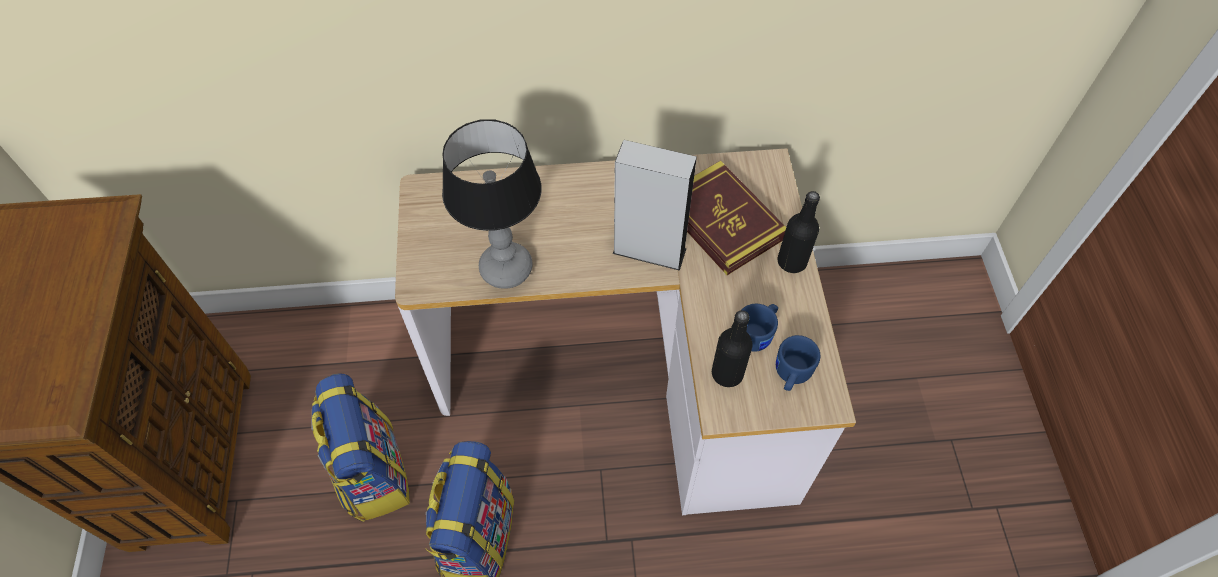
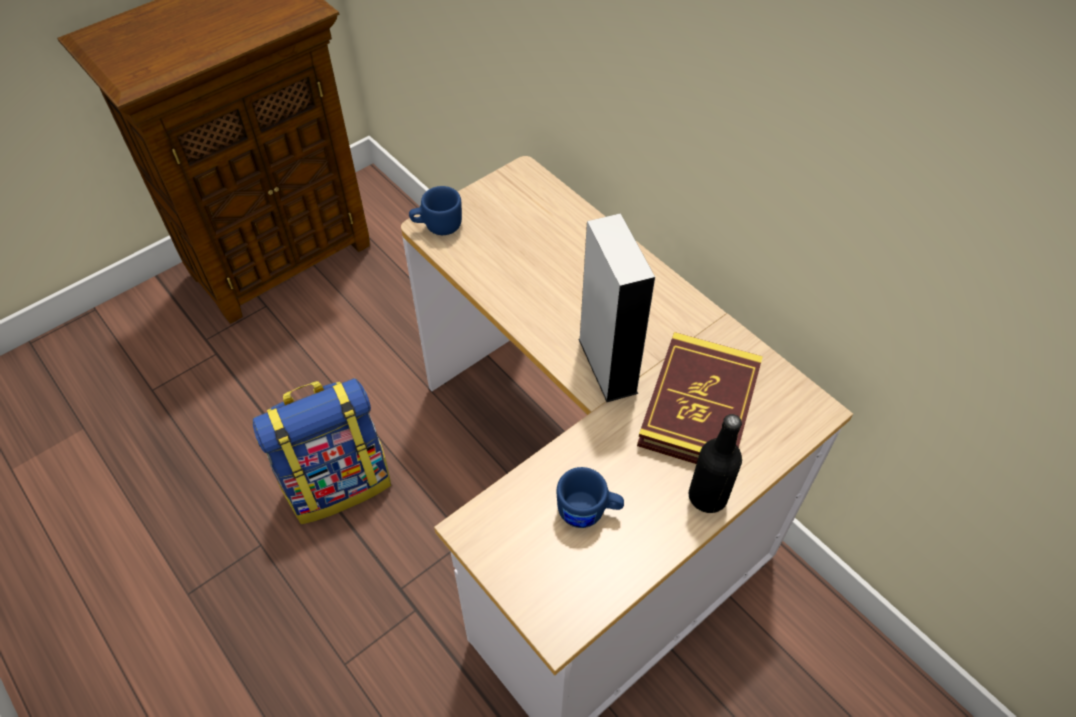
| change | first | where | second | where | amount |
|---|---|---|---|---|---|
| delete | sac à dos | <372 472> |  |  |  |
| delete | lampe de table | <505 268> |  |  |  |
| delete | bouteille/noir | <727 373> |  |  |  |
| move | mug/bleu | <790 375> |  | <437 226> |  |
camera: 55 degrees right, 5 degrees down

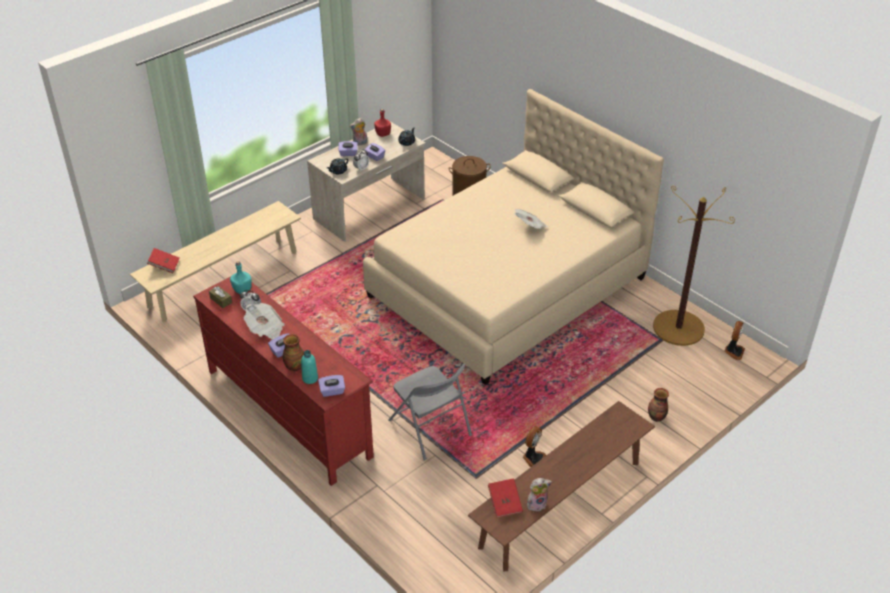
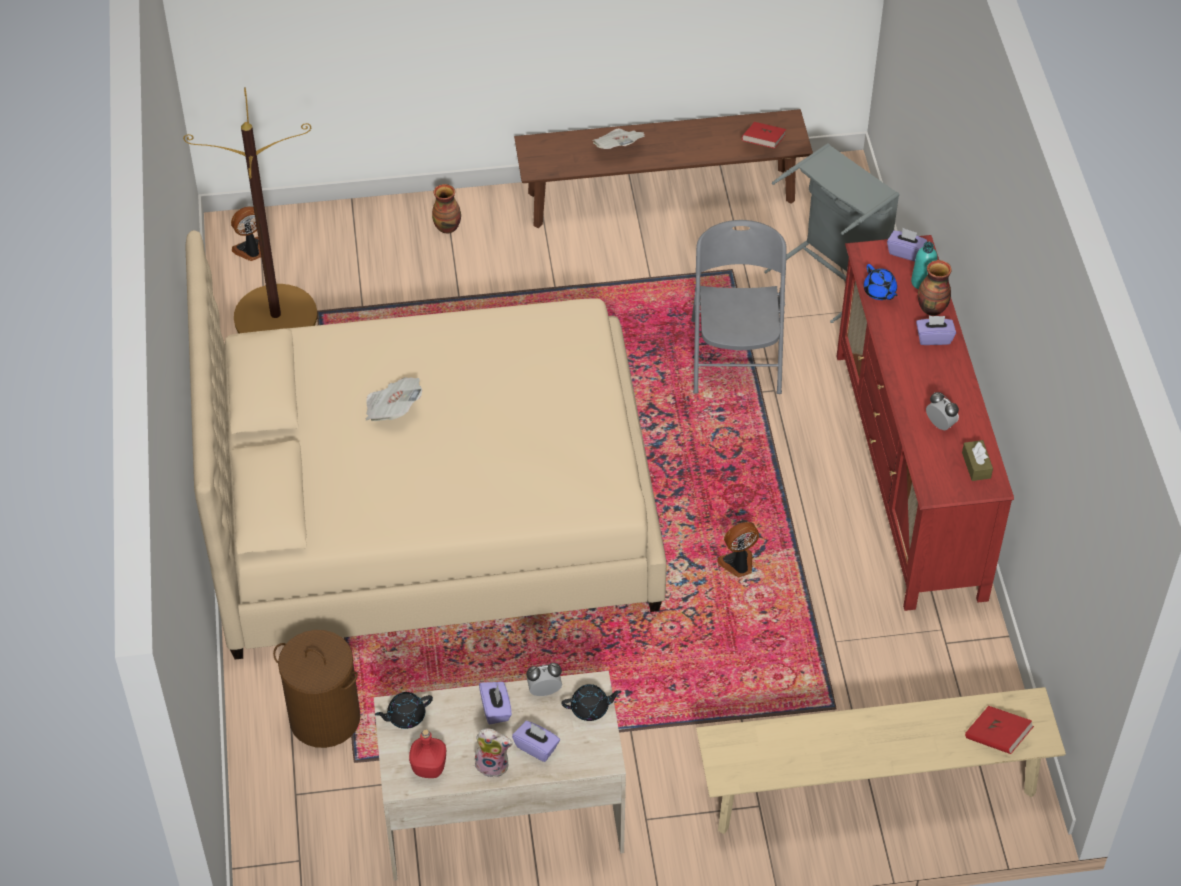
| change | first | where | second | where | amount |
|---|---|---|---|---|---|
| delete | bouteille/turquoise | <242 289> |  |  |  |
| move | journal | <265 329> |  | <618 148> |  |
| move | ventilateur | <533 458> |  | <738 564> |  |
| delete | peluche | <537 504> |  |  |  |
| insert |  |  | panier à linge/gris | <833 273> |  |
| insert |  |  | théière/bleu | <879 292> |  |
camera: 145 degrees left, 10 degrees up

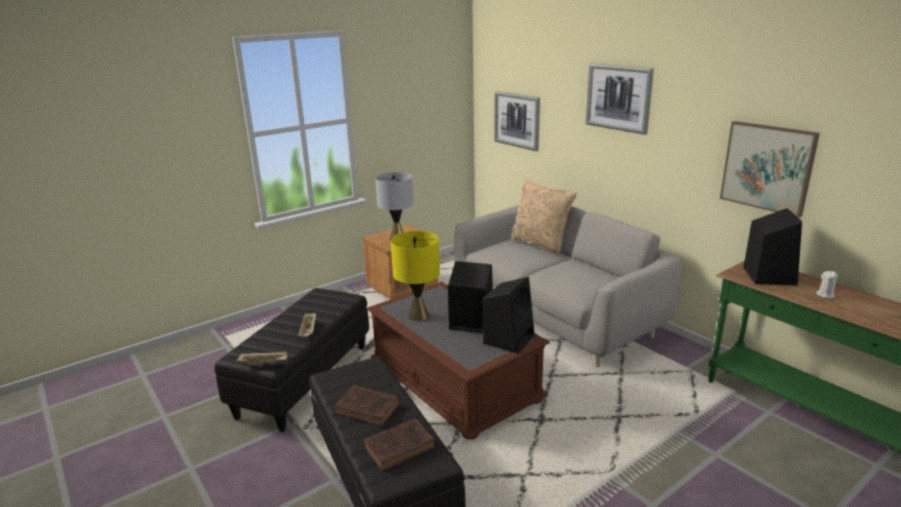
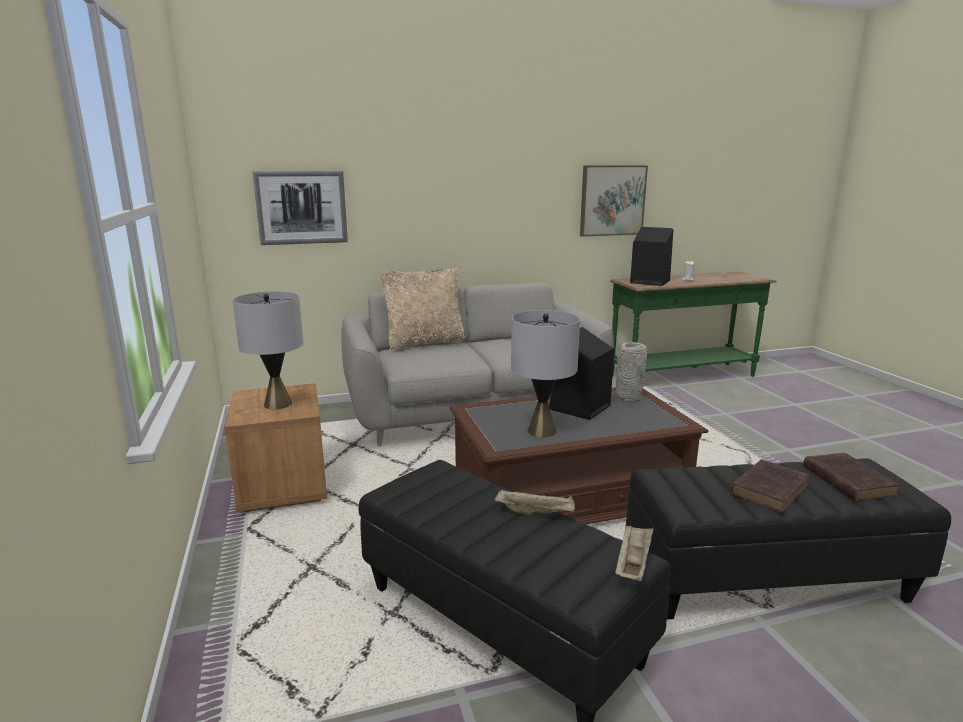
| change | first | where | second | where | amount |
|---|---|---|---|---|---|
| recolor | lampe de table/jaune | <418 316> | lampe de table/gris | <541 431> |  |
| replace | enceinte/noir | <509 339> | vase/gris | <627 398> |  |
| delete | tableau | <618 98> |  |  |  |
camera: 70 degrees left, 5 degrees down

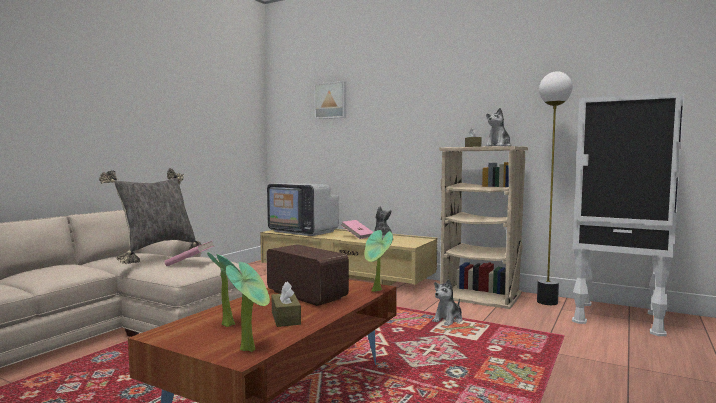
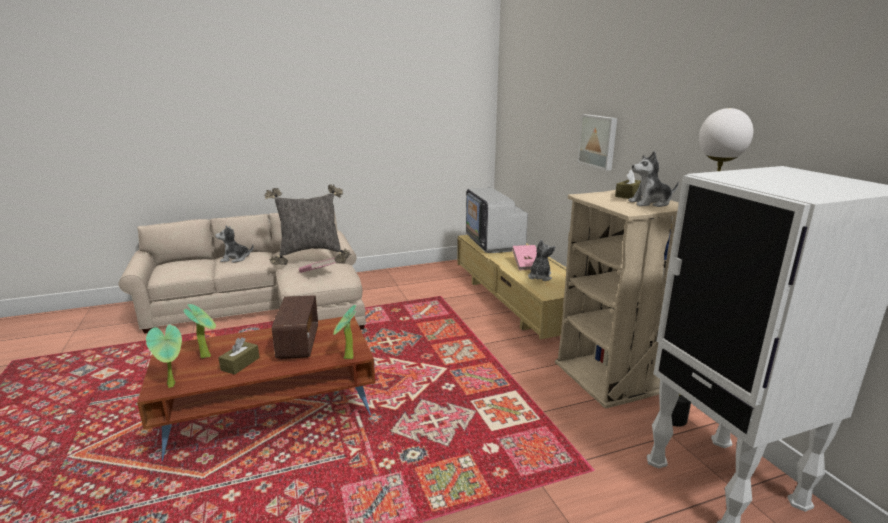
| change | first | where | second | where | amount |
|---|---|---|---|---|---|
| move | tableau | <331 100> |  | <598 141> |  |
| move | peluche | <448 320> |  | <235 259> |  |
camera: 40 degrees right, 15 degrees up

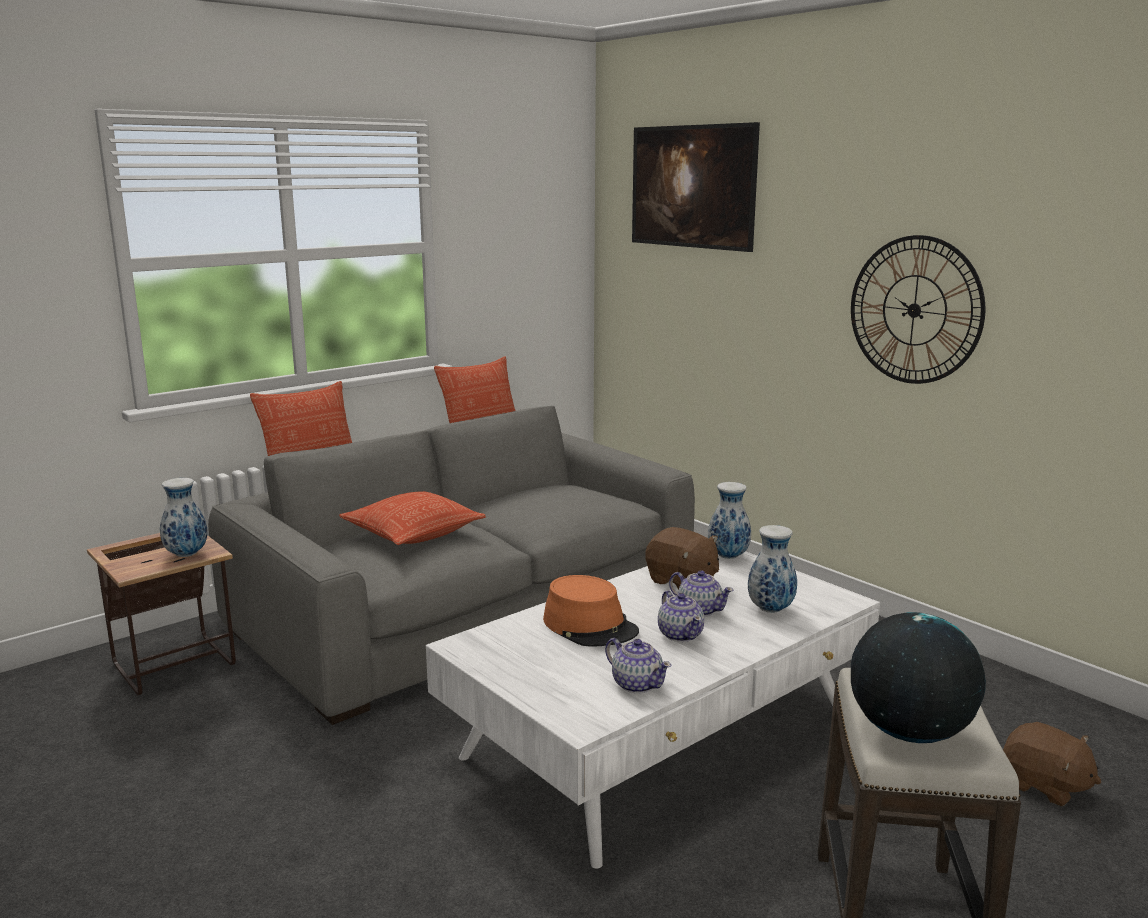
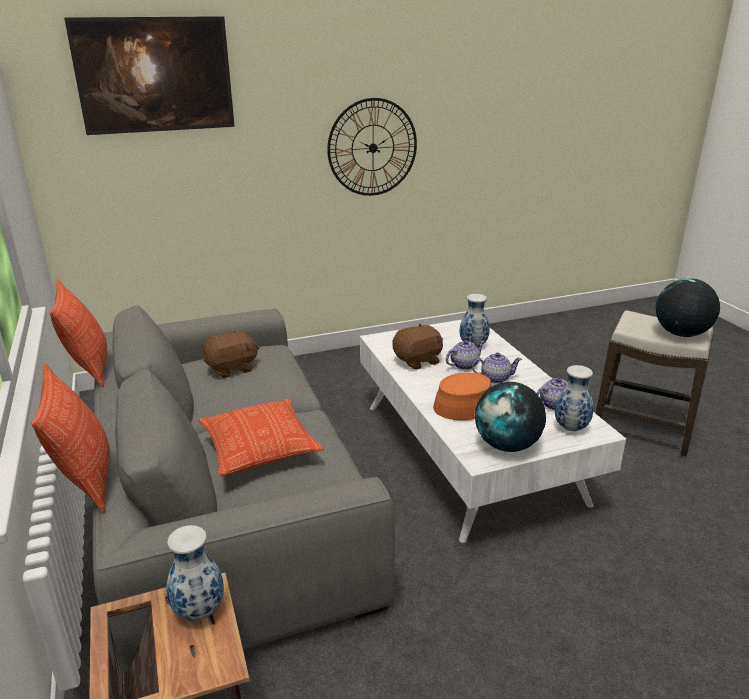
| change | first | where | second | where | amount |
|---|---|---|---|---|---|
| move | vase | <728 556> |  | <570 427> |  |
| move | peluche/marron | <1044 786> |  | <232 369> |  |
| insert |  |  | globe | <507 445> |  |
camera: 70 degrees left, 10 degrees up

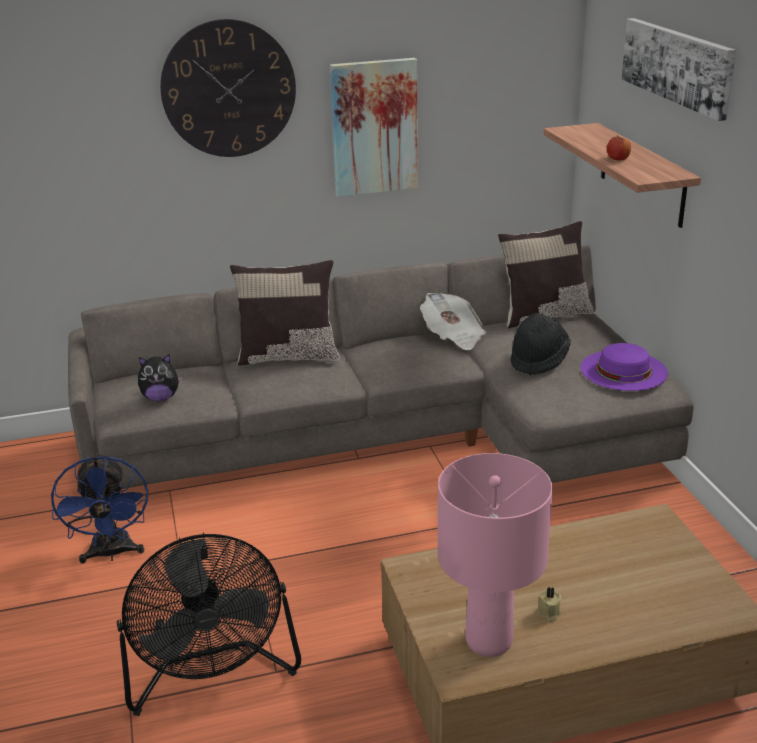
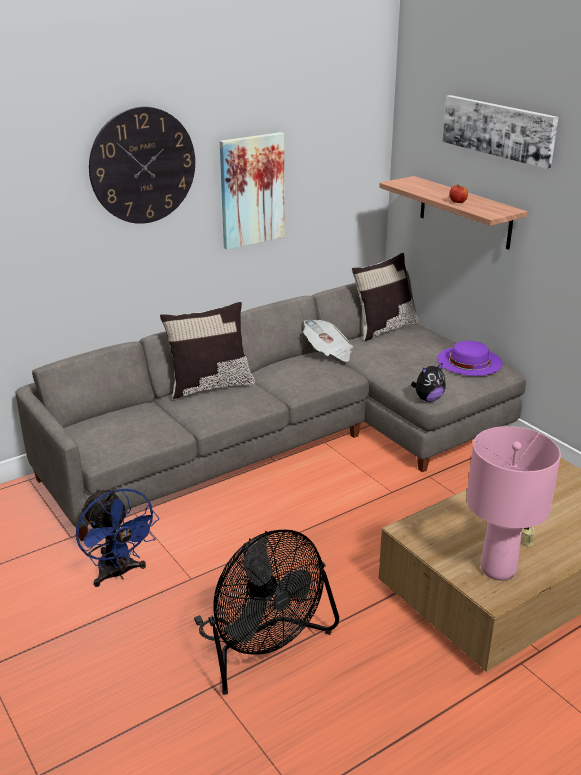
| change | first | where | second | where | amount |
|---|---|---|---|---|---|
| move | peluche | <161 398> |  | <428 399> |  |
| delete | chapeau/noir | <538 360> |  |  |  |
camera: 20 degrees left, 0 degrees up

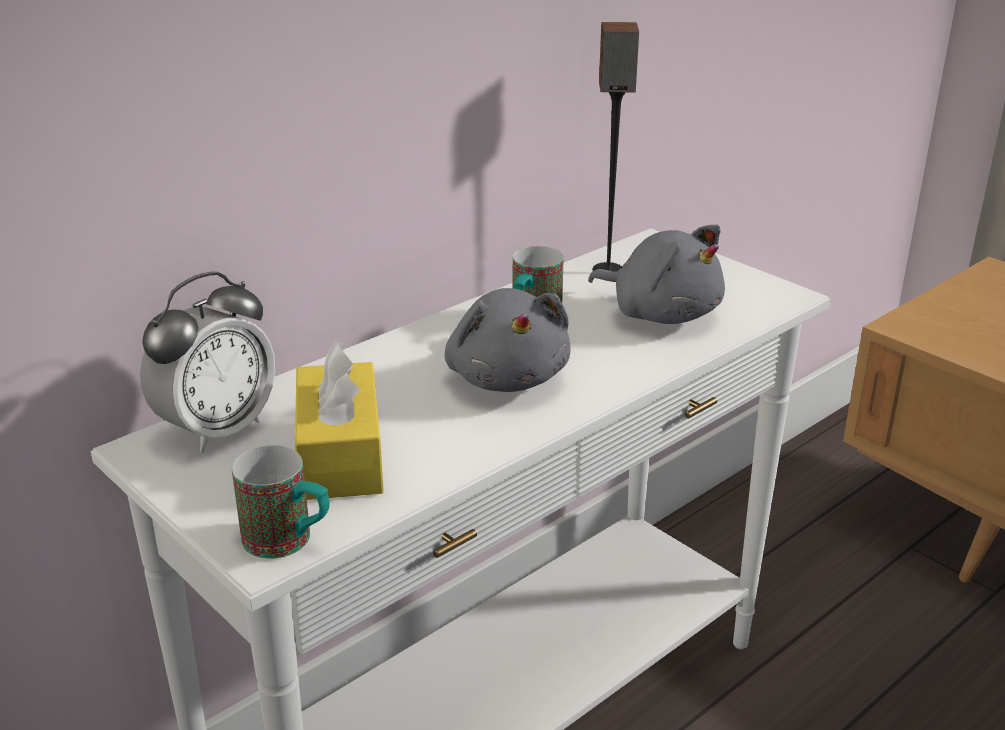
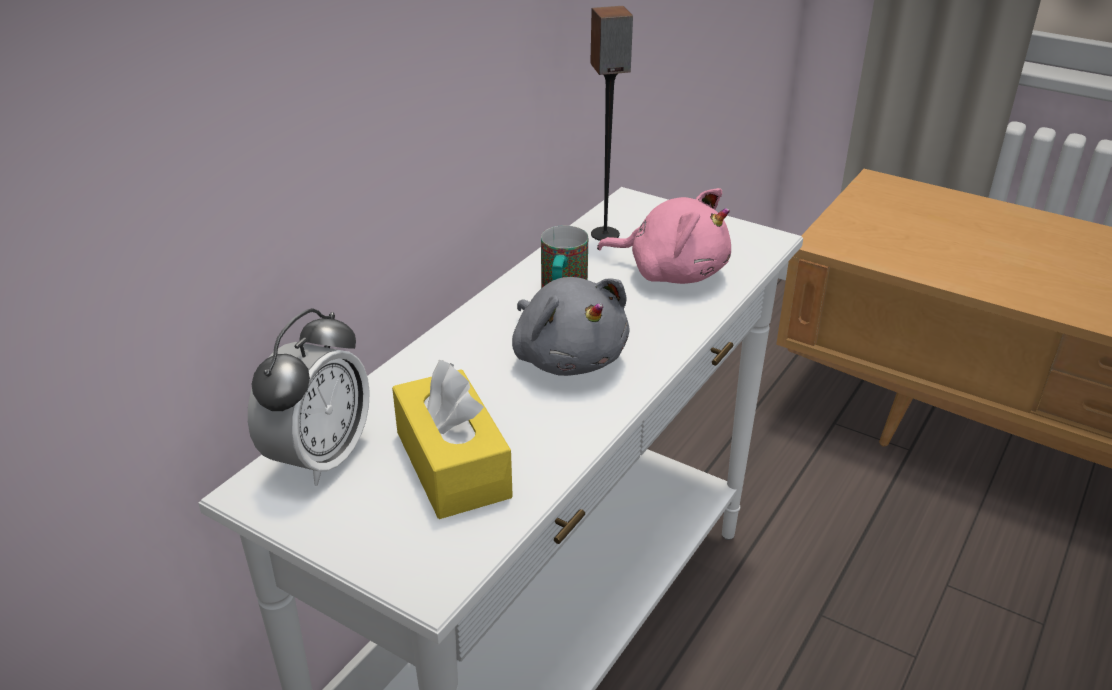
| change | first | where | second | where | amount |
|---|---|---|---|---|---|
| delete | mug | <289 542> |  |  |  |
| recolor | peluche/gris | <661 313> | peluche/rose | <672 272> |  |
camera: 15 degrees left, 5 degrees up

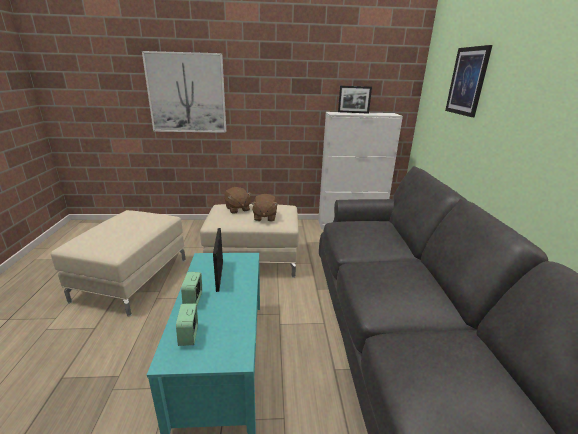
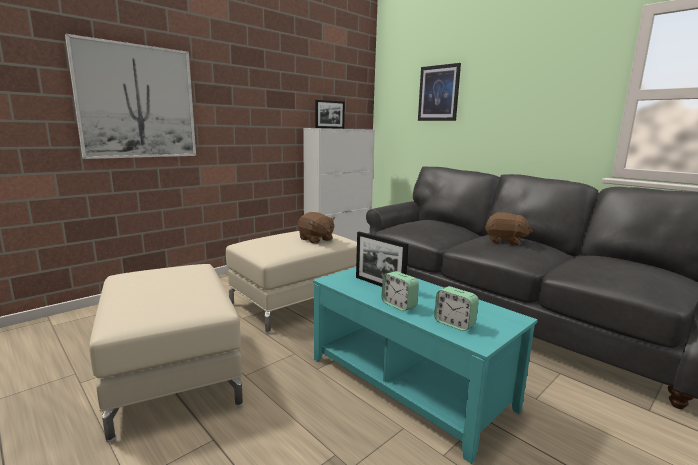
| change | first | where | second | where | amount |
|---|---|---|---|---|---|
| move | peluche/marron | <237 209> |  | <505 241> |  |
camera: 40 degrees left, 10 degrees down

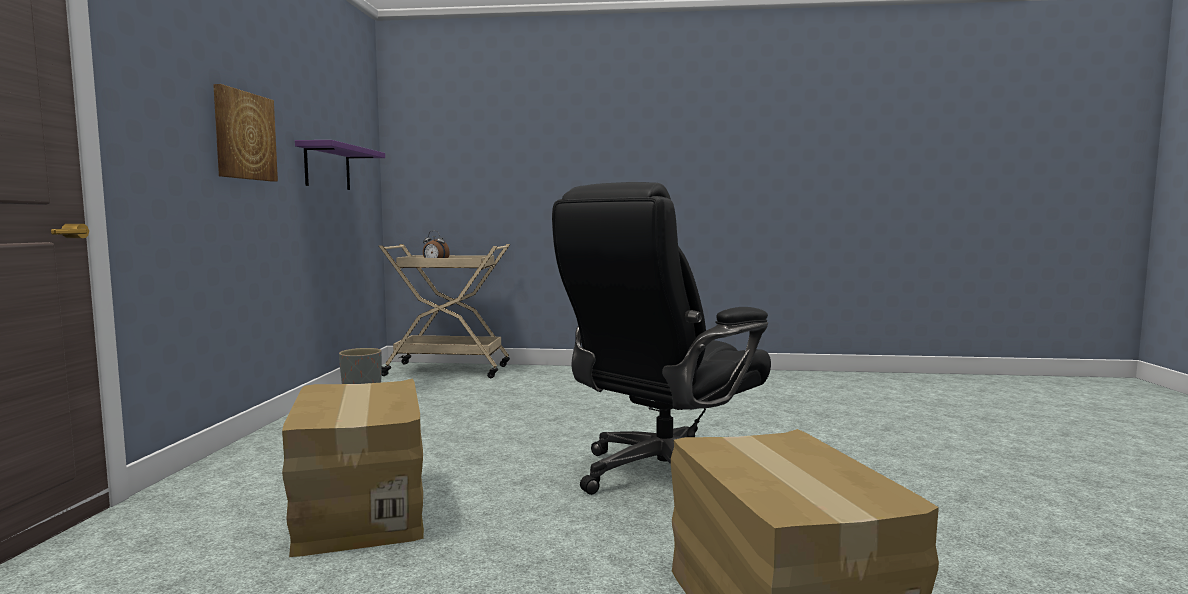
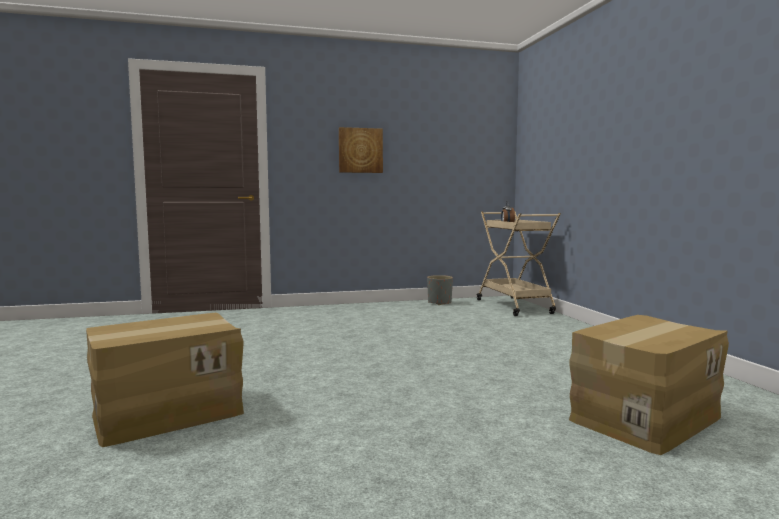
| change | first | where | second | where | amount |
|---|---|---|---|---|---|
| move | carton | <358 510> |  | <643 418> |  |
| delete | étagère/violet | <327 167> |  |  |  |
| delete | chaise de bureau/noir | <663 475> |  |  |  |
camera: 70 degrees right, 0 degrees up

